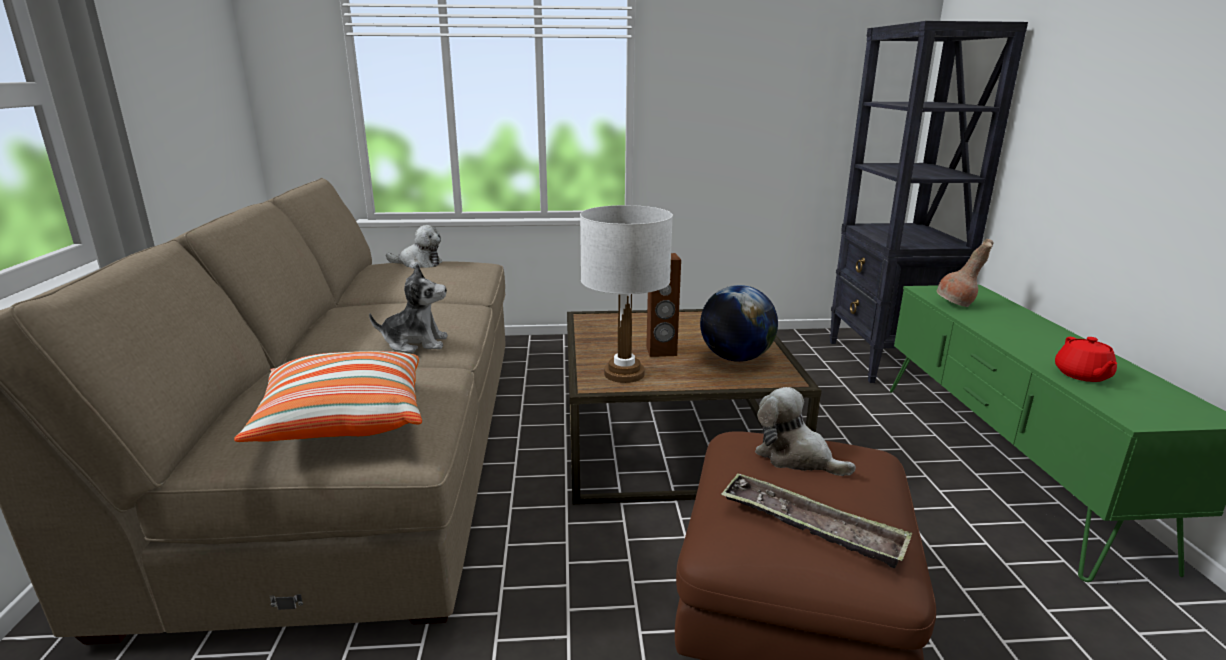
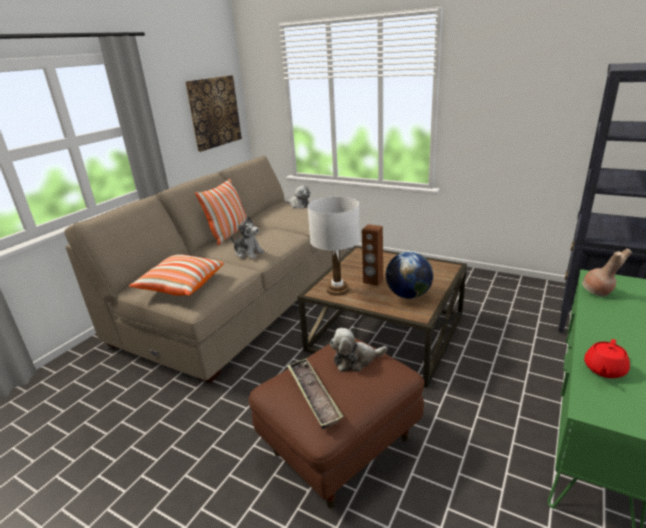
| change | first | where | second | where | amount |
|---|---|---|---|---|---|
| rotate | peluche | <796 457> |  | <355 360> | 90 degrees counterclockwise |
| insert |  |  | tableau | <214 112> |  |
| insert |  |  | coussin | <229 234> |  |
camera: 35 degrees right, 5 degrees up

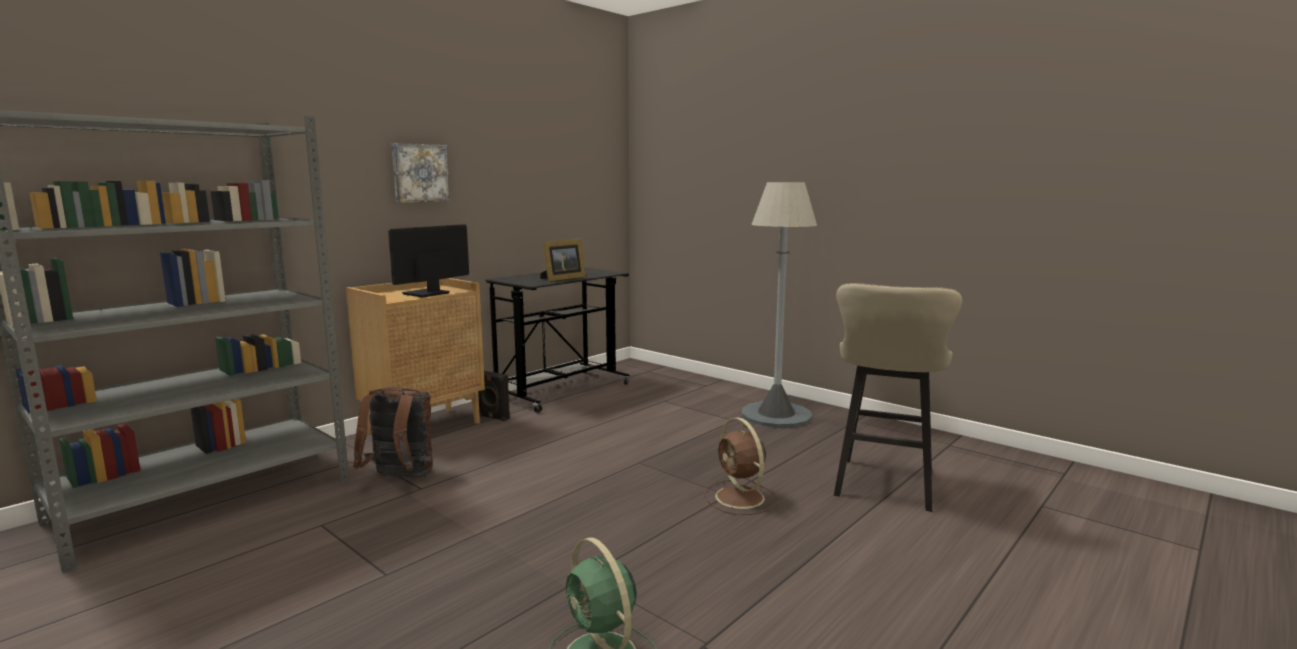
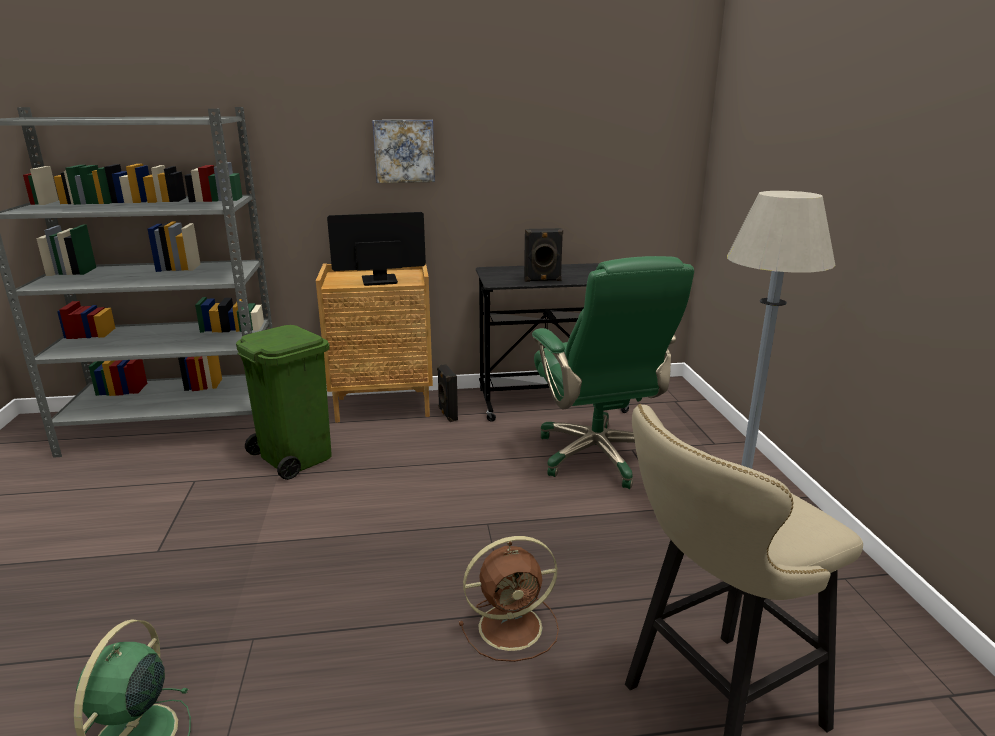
| change | first | where | second | where | amount |
|---|---|---|---|---|---|
| replace | sac à dos/marron | <400 479> | poubelle/vert | <294 456> |  |
| replace | cadre photo | <562 279> | enceinte/noir | <542 280> |  |
| rotate | ventilateur/marron | <741 498> |  | <513 626> | 120 degrees counterclockwise |
| insert |  |  | chaise de bureau/vert | <596 459> |  |
camera: 40 degrees right, 10 degrees up

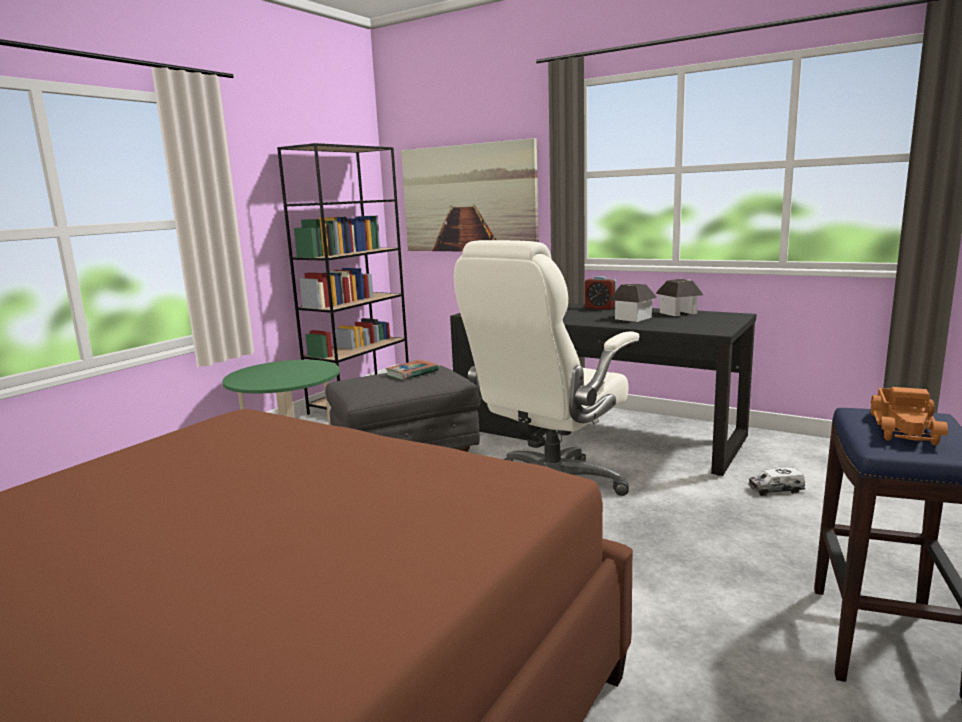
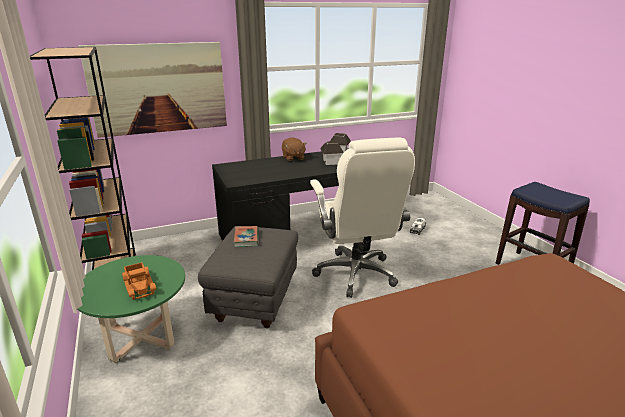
| change | first | where | second | where | amount |
|---|---|---|---|---|---|
| replace | réveil | <600 308> | peluche/marron | <293 158> |  |
| move | camion jouet | <906 428> |  | <140 286> |  |
camera: 55 degrees left, 10 degrees up

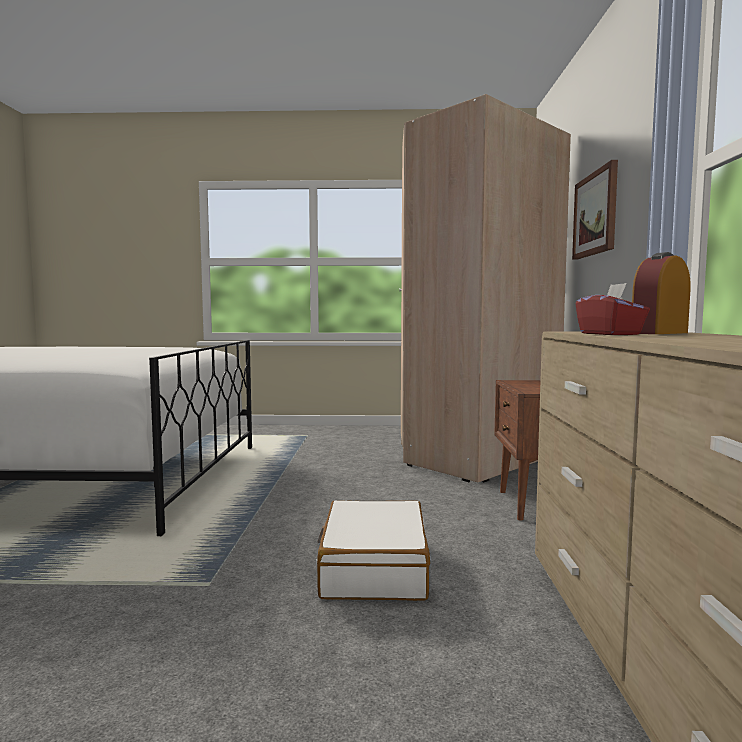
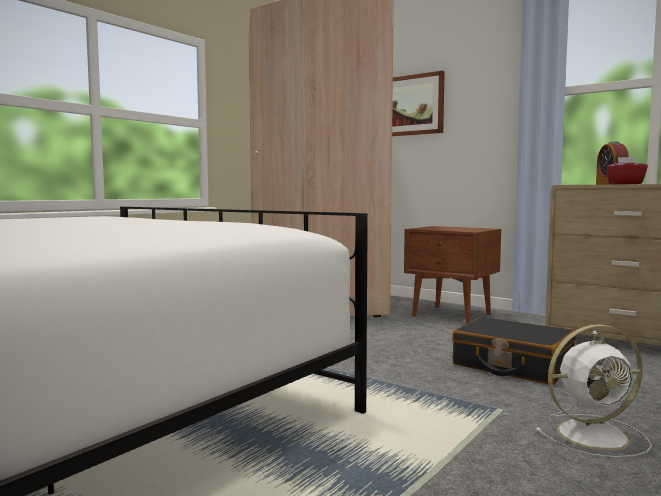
| change | first | where | second | where | amount |
|---|---|---|---|---|---|
| recolor | valise/blanc | <373 568> | valise/noir | <512 365> |  |
| insert |  |  | ventilateur/blanc | <595 435> |  |
camera: 55 degrees left, 0 degrees up

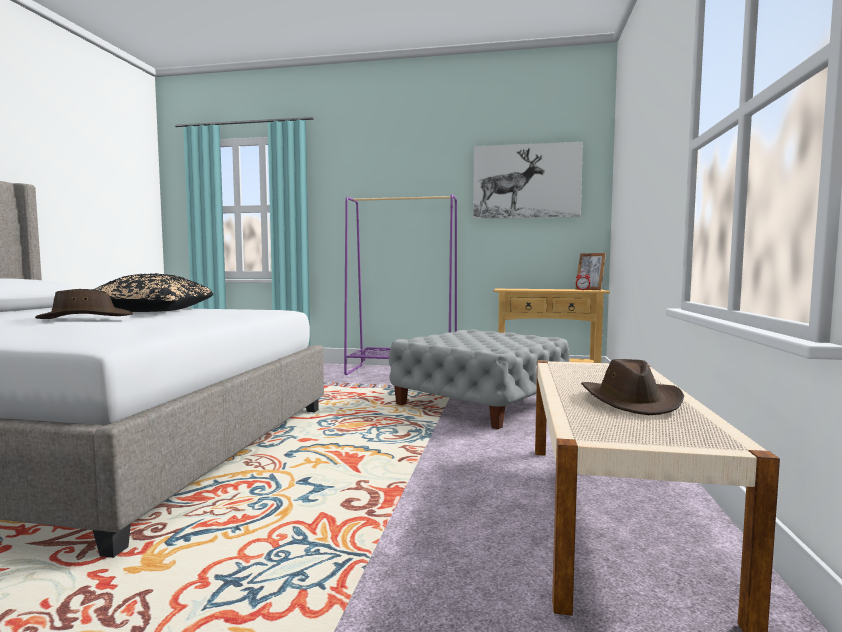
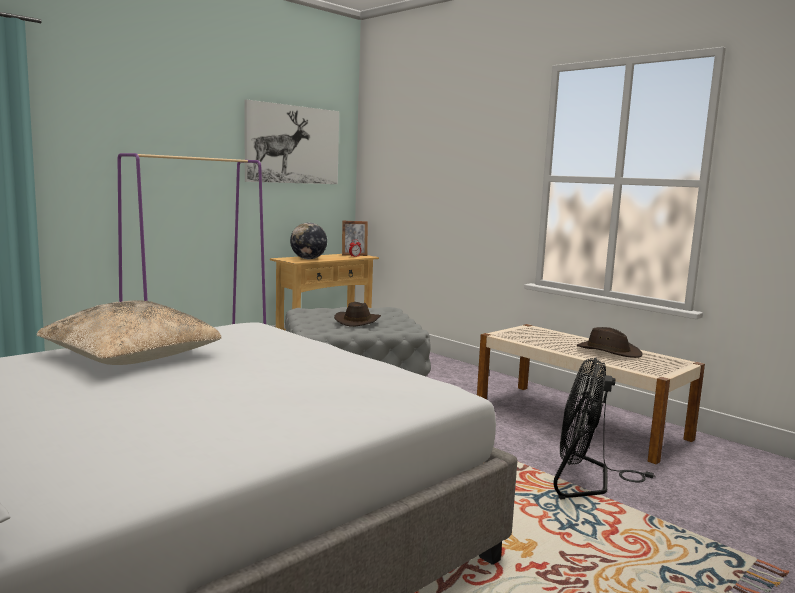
| change | first | where | second | where | amount |
|---|---|---|---|---|---|
| move | chapeau/marron | <85 317> |  | <358 321> |  |
| recolor | coussin/noir | <153 310> | coussin/beige | <131 354> |  |
| insert |  |  | globe | <308 259> |  |
| insert |  |  | ventilateur/noir | <588 476> |  |
camera: 55 degrees left, 5 degrees up

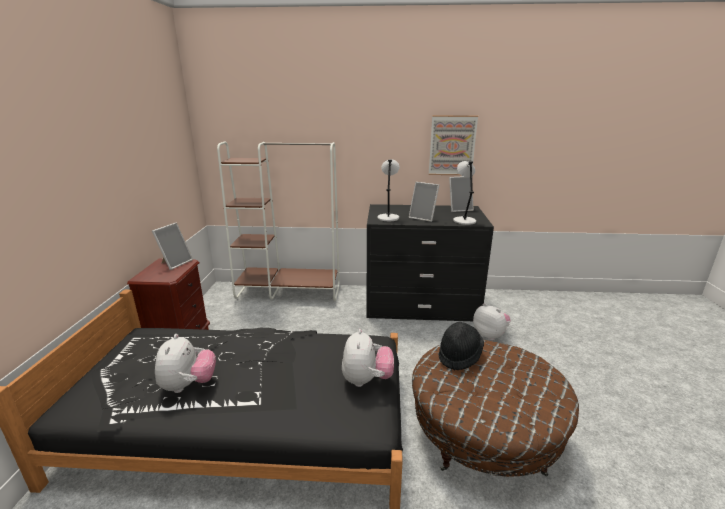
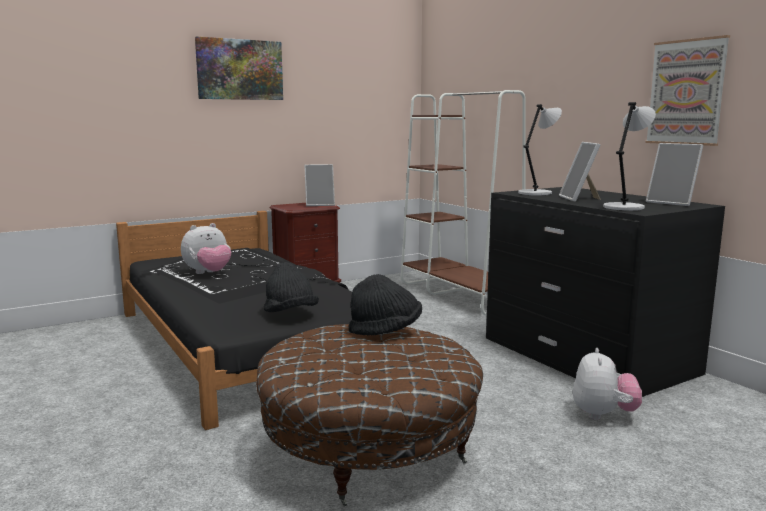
| change | first | where | second | where | amount |
|---|---|---|---|---|---|
| replace | peluche | <366 380> | chapeau/noir | <290 314> |  |
| insert |  |  | tableau | <240 69> |  |
camera: 55 degrees right, 10 degrees down

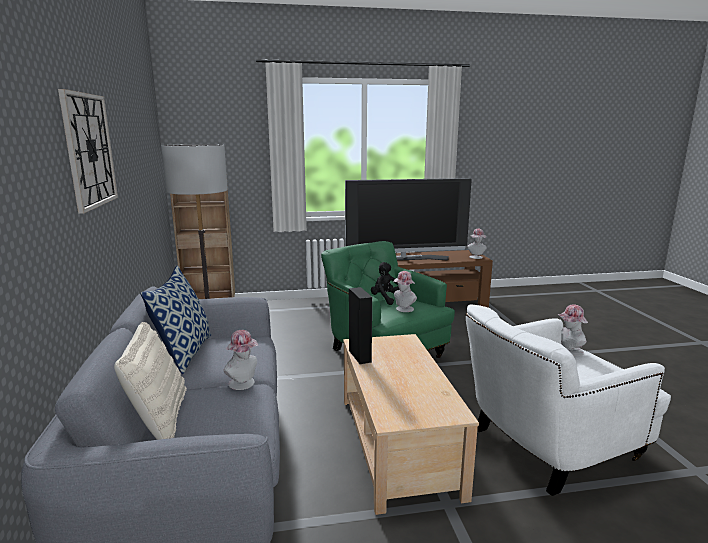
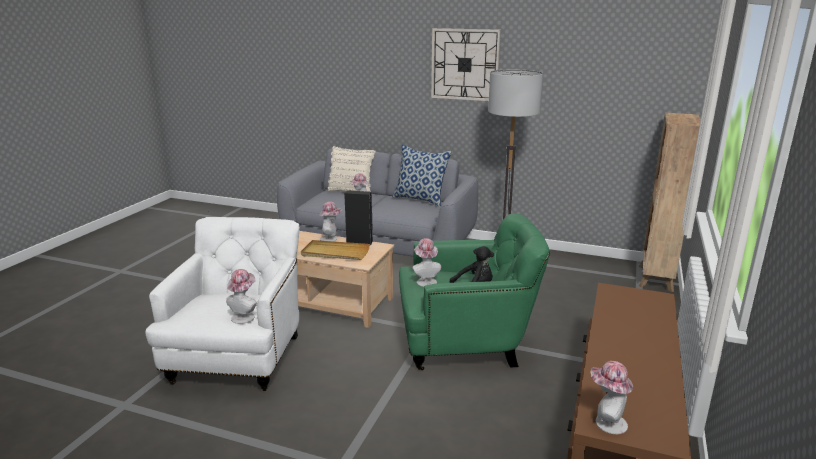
| change | first | where | second | where | amount |
|---|---|---|---|---|---|
| delete | téléviseur | <404 259> |  |  |  |
| insert |  |  | plateau/beige | <335 253> |  |
| insert |  |  | chapeau | <331 238> |  |
camera: 120 degrees right, 5 degrees up

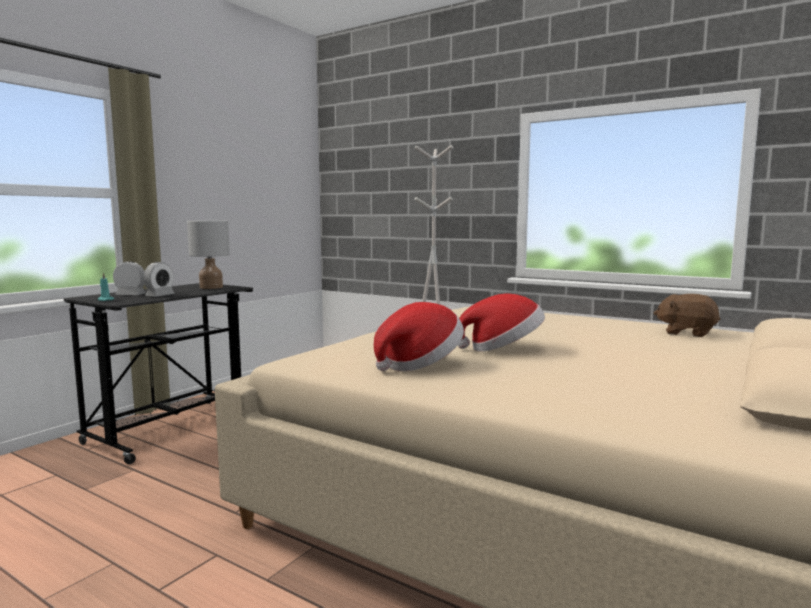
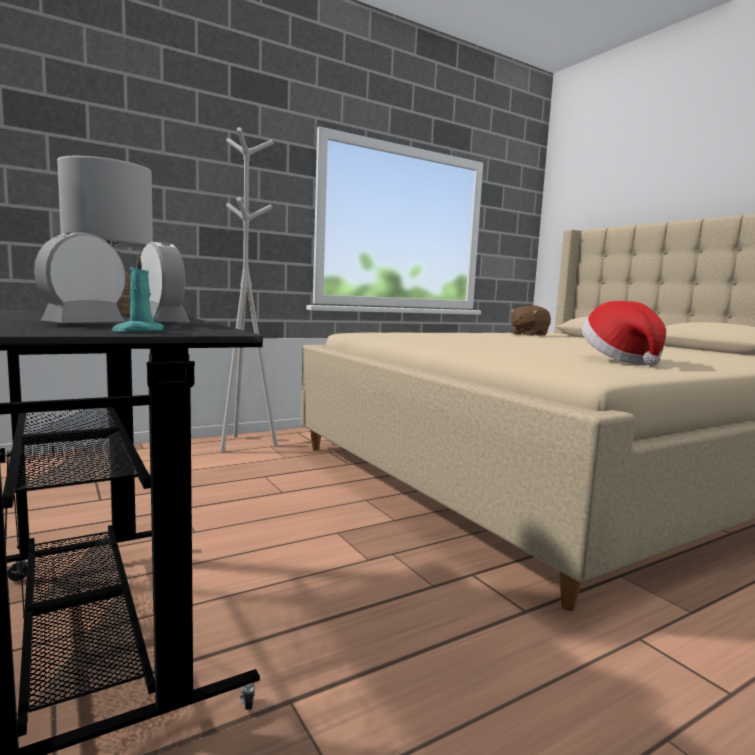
| change | first | where | second | where | amount |
|---|---|---|---|---|---|
| delete | chapeau | <502 349> |  |  |  |
camera: 65 degrees left, 0 degrees up

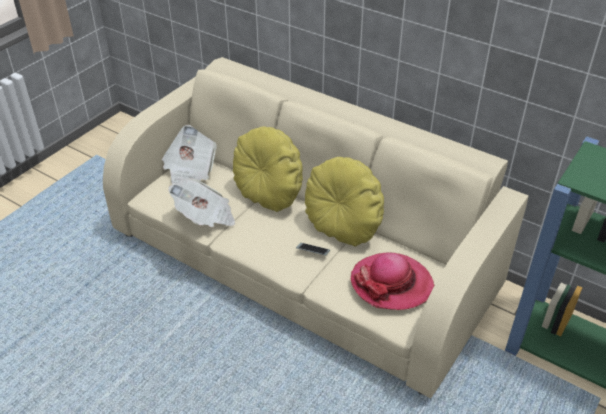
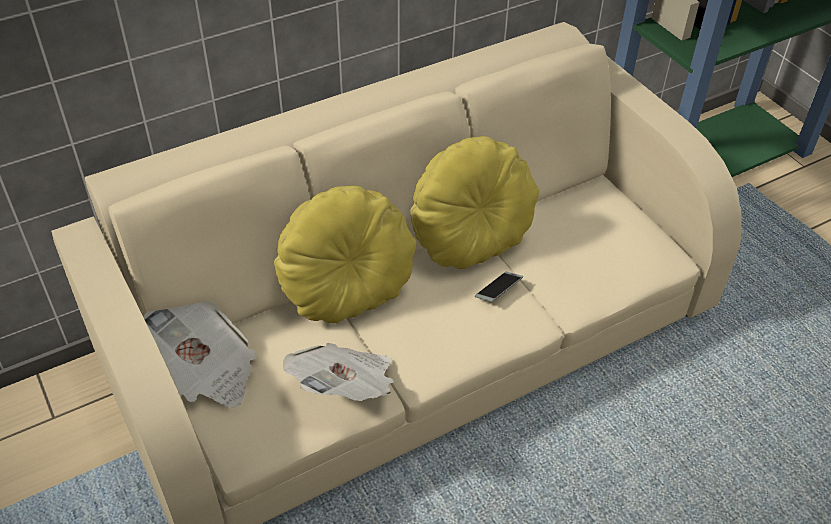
| change | first | where | second | where | amount |
|---|---|---|---|---|---|
| delete | chapeau | <391 284> |  |  |  |
camera: 65 degrees left, 5 degrees up

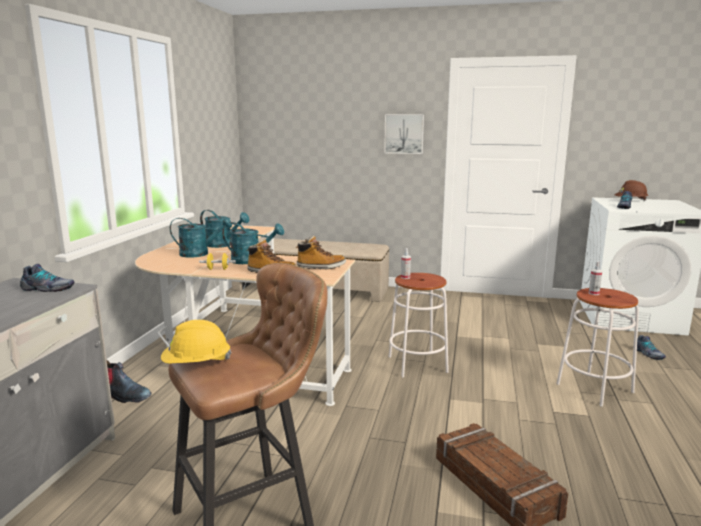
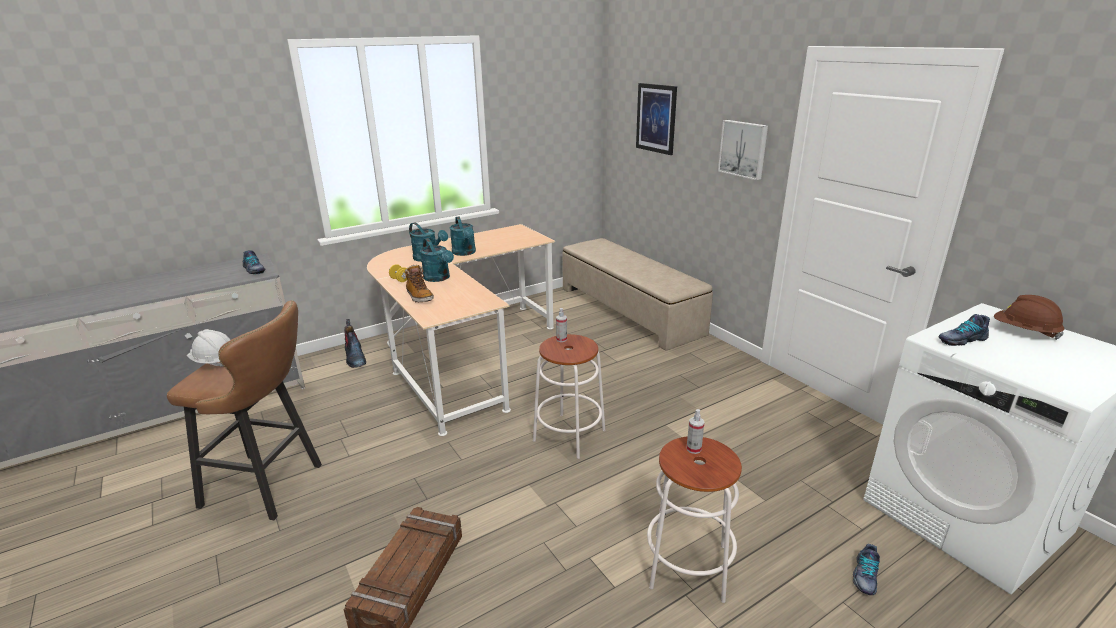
| change | first | where | second | where | amount |
|---|---|---|---|---|---|
| recolor | casque de chantier/jaune | <196 364> | casque de chantier/blanc | <215 362> |  |
| delete | botte | <321 267> |  |  |  |
| insert |  |  | tableau | <656 118> |  |
camera: 45 degrees right, 10 degrees up

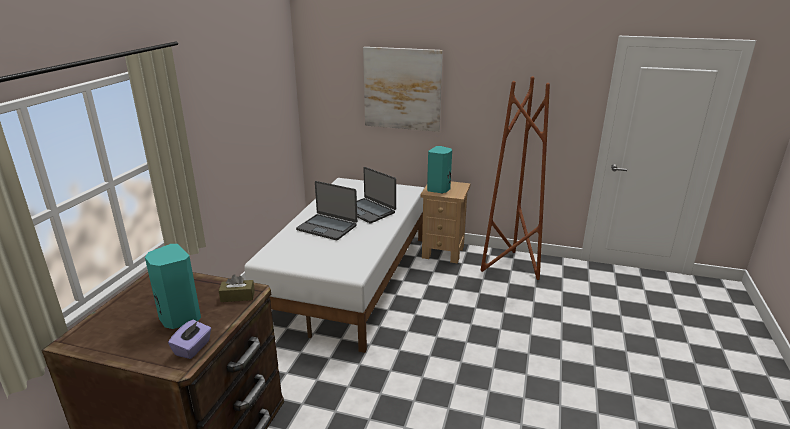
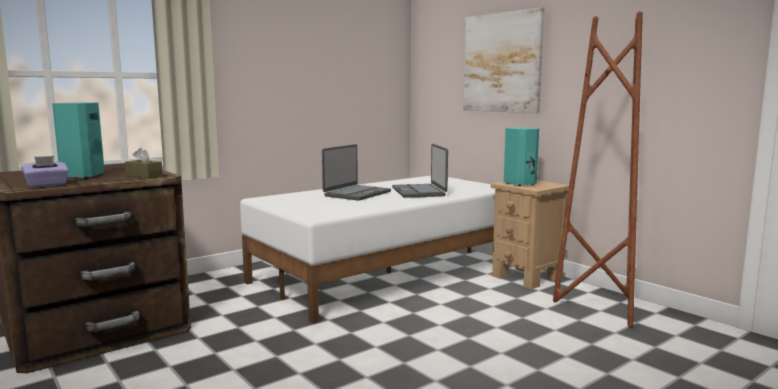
| change | first | where | second | where | amount |
|---|---|---|---|---|---|
| rotate | ordinateur portable | <327 227> |  | <356 194> | 120 degrees counterclockwise |
camera: 35 degrees right, 15 degrees down

